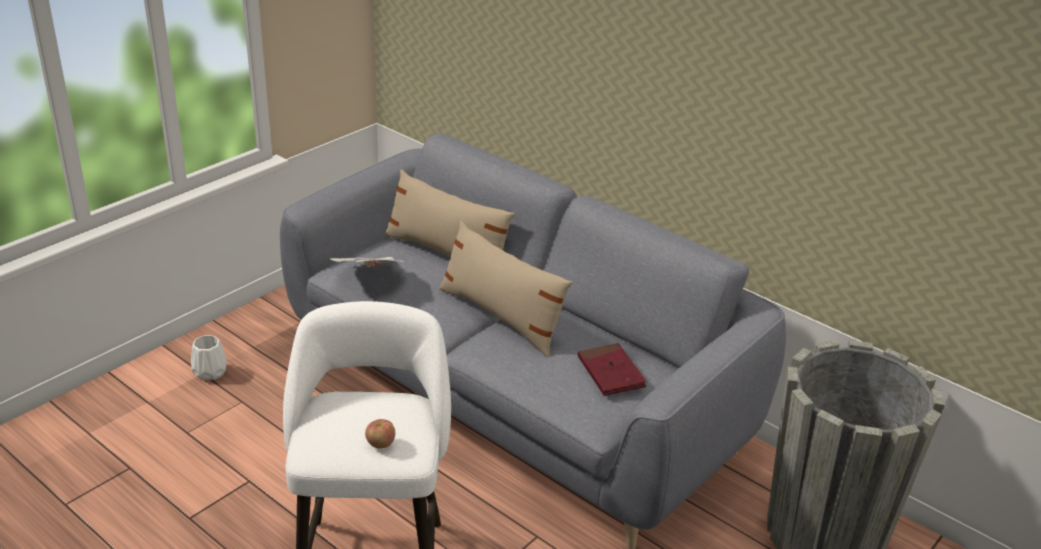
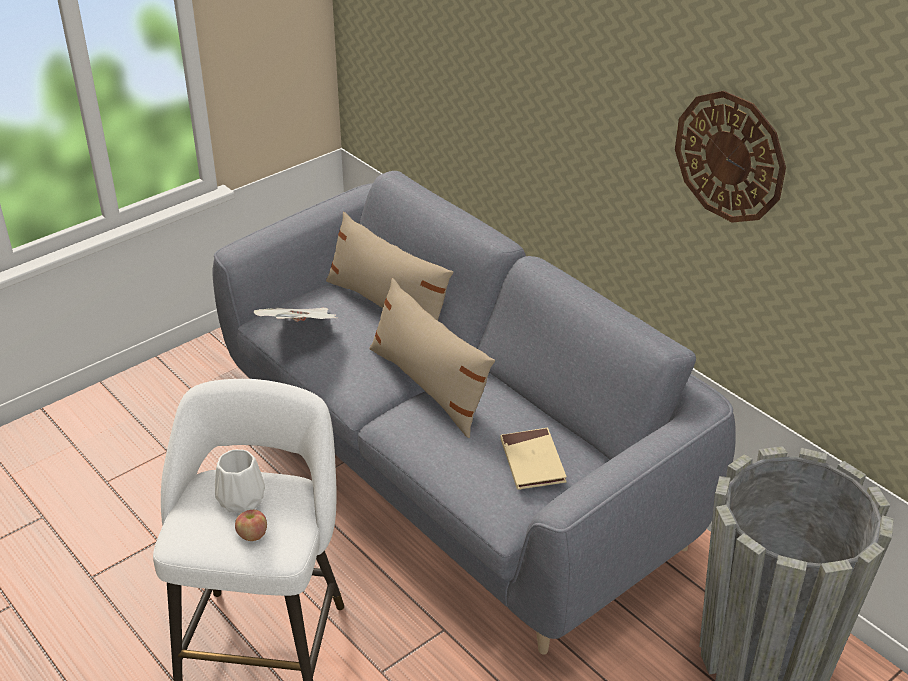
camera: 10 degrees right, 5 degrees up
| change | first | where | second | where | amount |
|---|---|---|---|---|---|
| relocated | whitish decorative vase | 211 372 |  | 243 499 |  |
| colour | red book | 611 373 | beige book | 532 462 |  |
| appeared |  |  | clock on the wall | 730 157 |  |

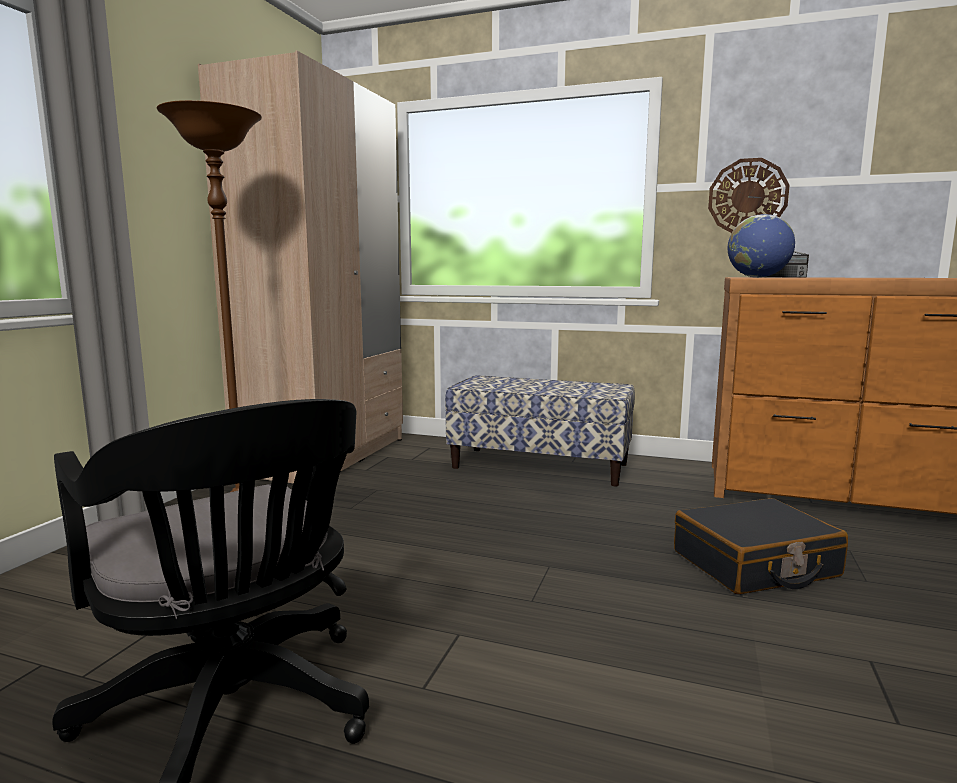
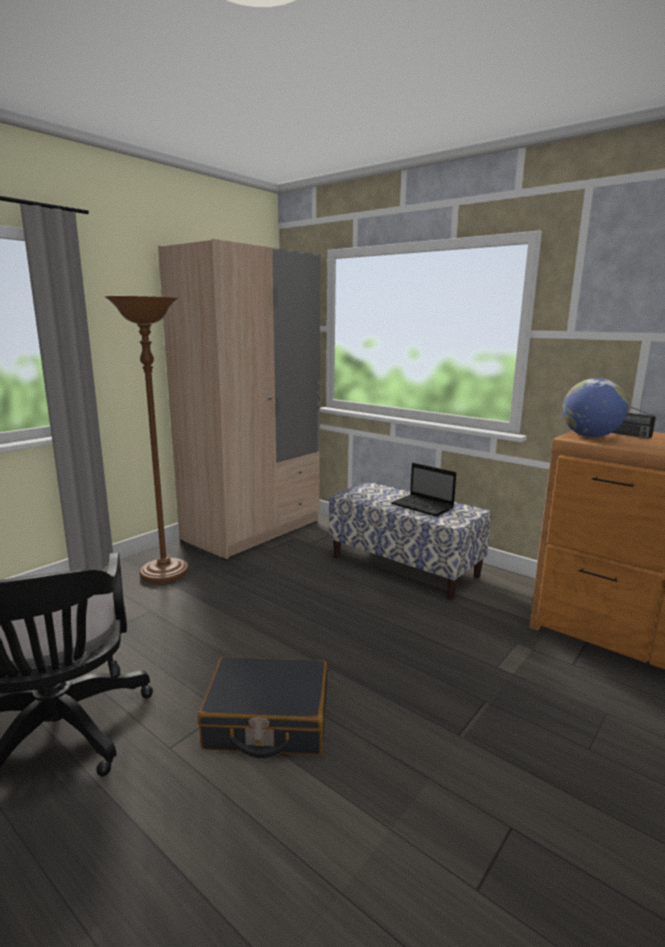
camera: 20 degrees right, 5 degrees up
| change | first | where | second | where | amount |
|---|---|---|---|---|---|
| missing | clock on the wall | 747 197 |  |  |  |
| relocated | blackish travel case | 755 564 |  | 267 721 |  |
| appeared |  |  | portable computer | 423 506 |  |

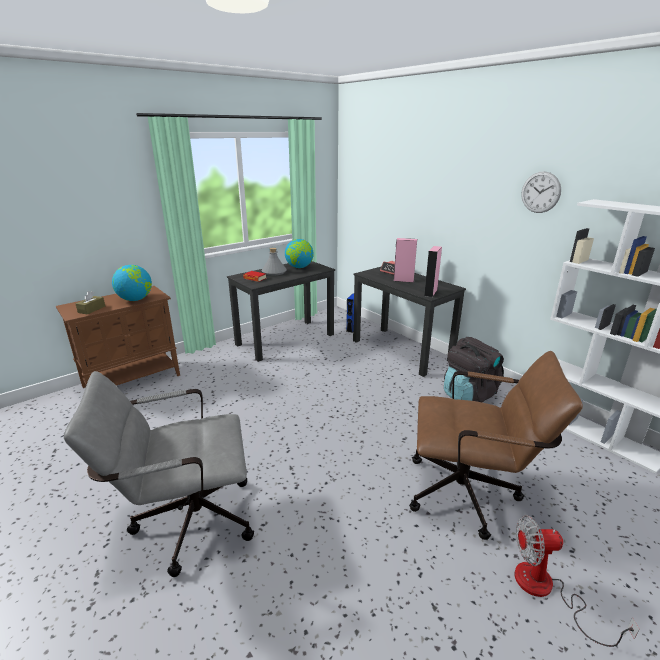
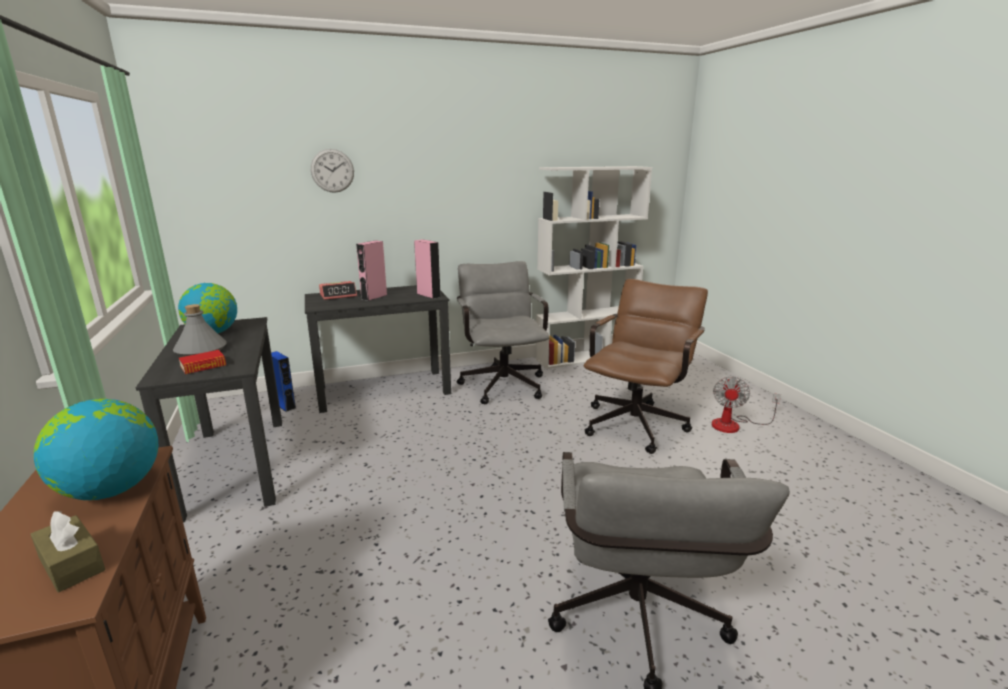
camera: 70 degrees left, 5 degrees down
| change | first | where | second | where | amount |
|---|---|---|---|---|---|
| relocated | clock on the wall | 540 192 |  | 332 170 |  |
| exchanged | blackish knapsack | 468 394 | greyish office chair | 502 382 |  |

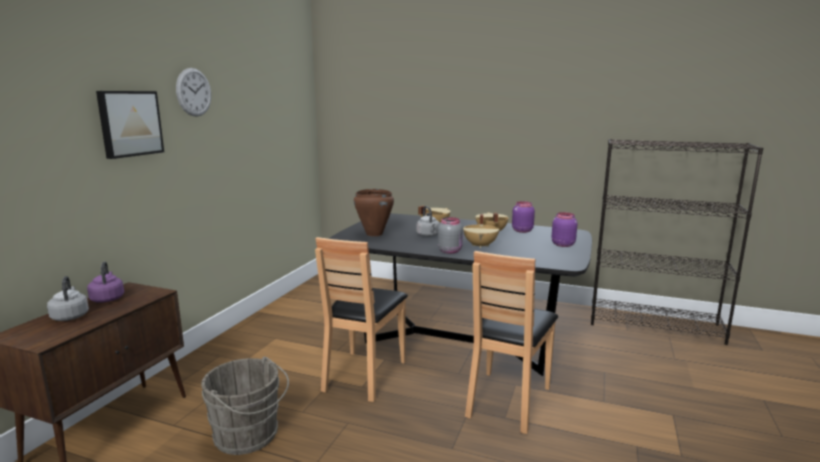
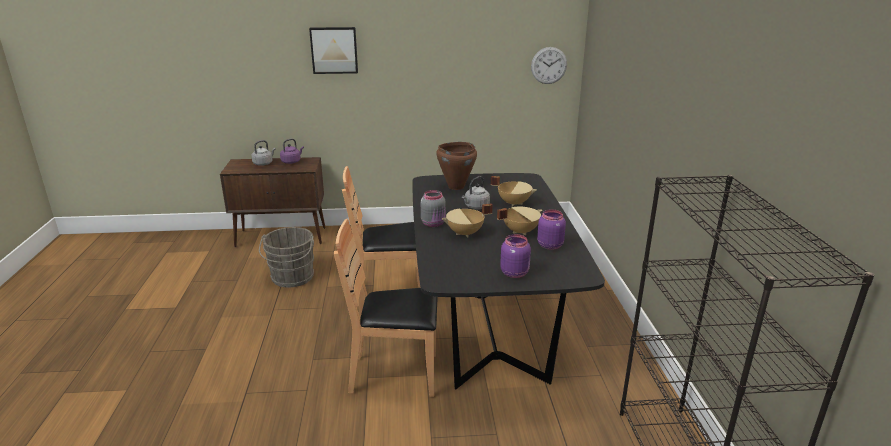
camera: 65 degrees right, 10 degrees up
| change | first | where | second | where | amount |
|---|---|---|---|---|---|
| relocated | clock on the wall | 194 92 |  | 549 65 |  |

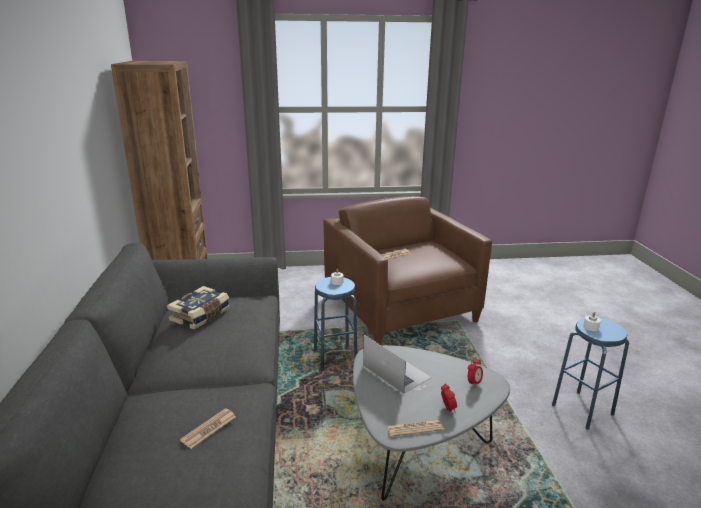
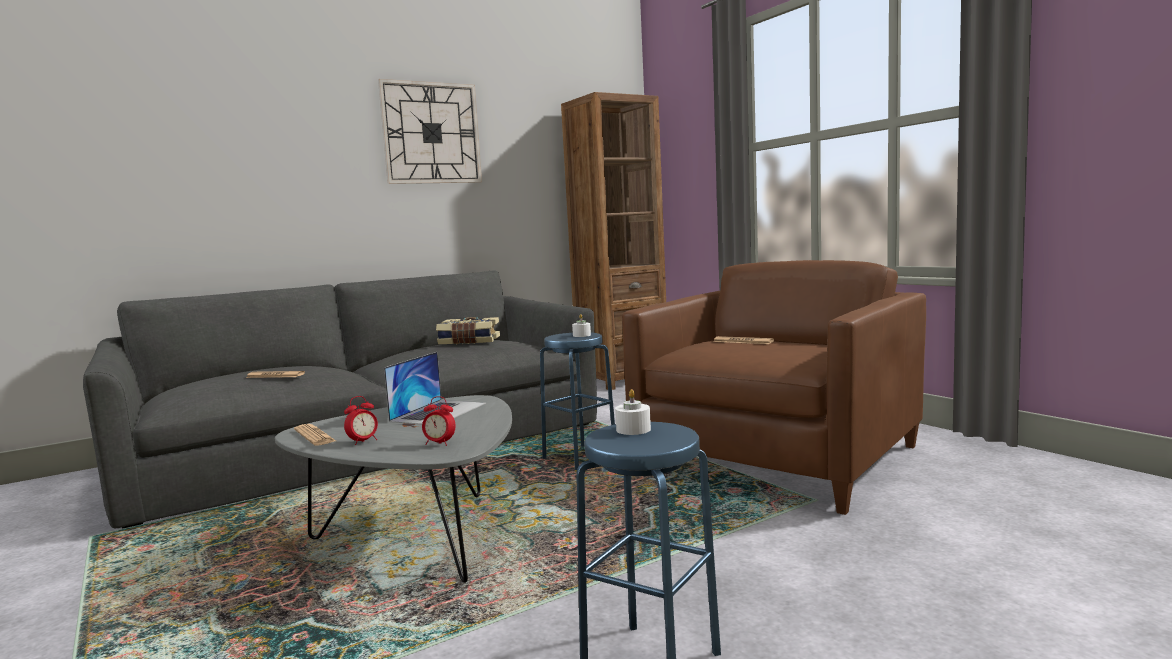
camera: 65 degrees right, 15 degrees down
| change | first | where | second | where | amount |
|---|---|---|---|---|---|
| appeared |  |  | clock on the wall | 431 133 |  |

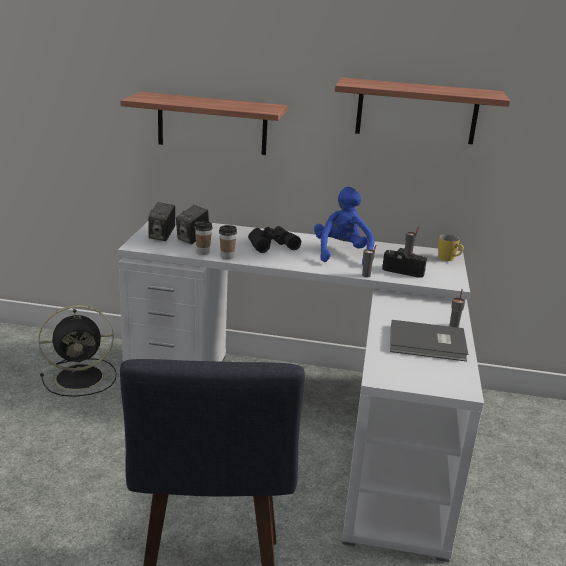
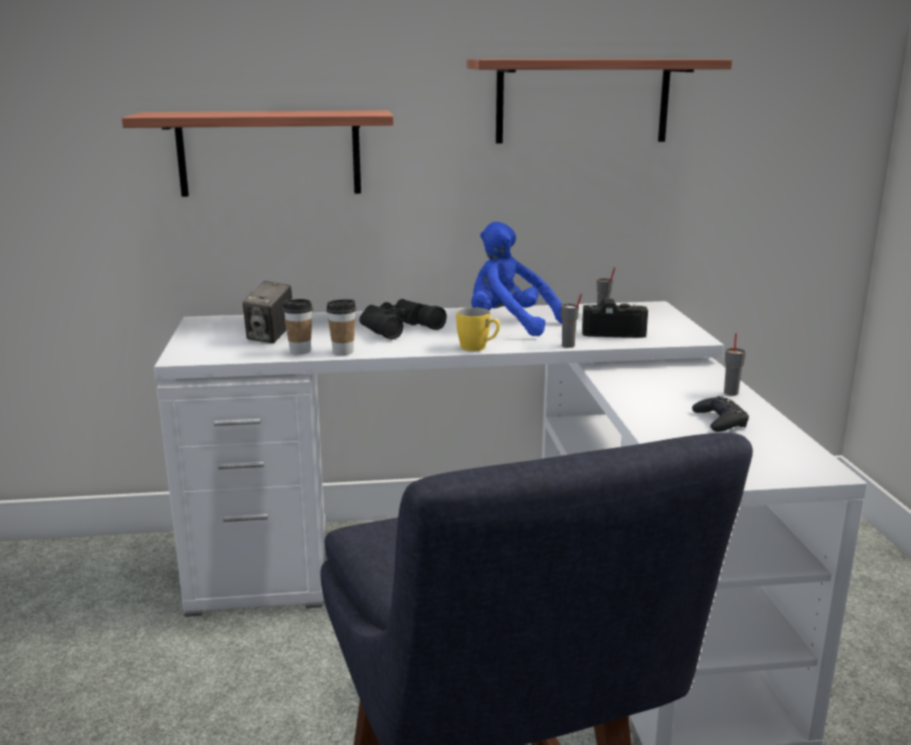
camera: 15 degrees left, 5 degrees down
| change | first | where | second | where | amount |
|---|---|---|---|---|---|
| spun | bluish soft toy | 342 254 |  | 509 325 | 45 degrees counterclockwise |
| missing | photo camera | 162 236 |  |  |  |
| relocated | yellowish coffee mug | 449 259 |  | 478 348 |  |
| missing | blackish cooling fan | 82 377 |  |  |  |
| exchanged | greyish book | 428 344 | blackish gamepad | 719 421 |  |

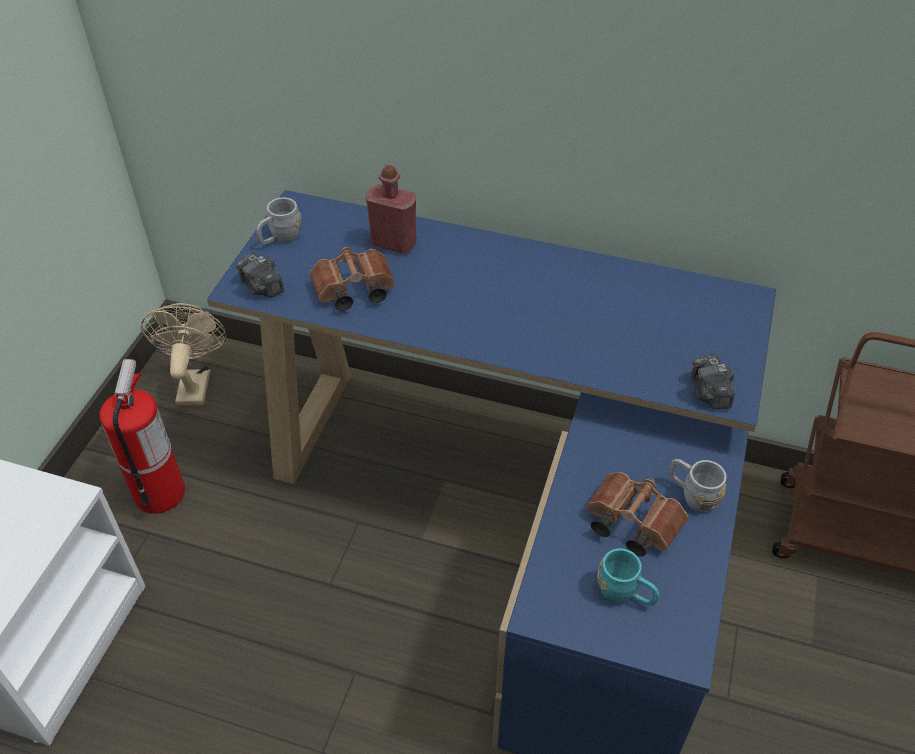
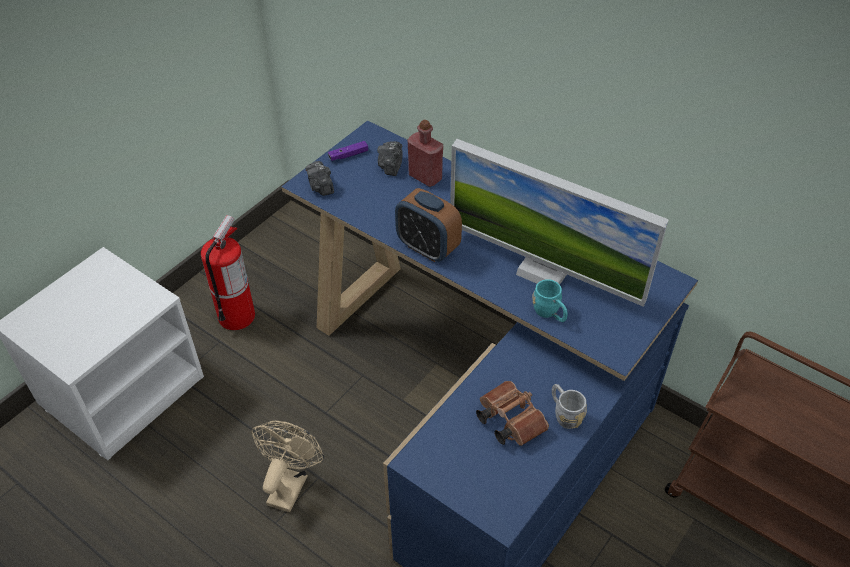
camera: 20 degrees right, 0 degrees up
| change | first | where | second | where | amount |
|---|---|---|---|---|---|
| exchanged | greyish coffee mug | 280 238 | purple gamepad | 348 155 |  |
| missing | brown-coloured pair of binoculars | 352 291 |  |  |  |
| relocated | beige cooling fan | 194 382 |  | 290 484 |  |
| relocated | photo camera | 709 393 |  | 391 166 |  |
| relocated | turquoise-coloured coffee mug | 625 594 |  | 549 314 |  |
| appeared |  |  | computer screen | 544 271 |  |
| appeared |  |  | table clock | 427 248 |  |

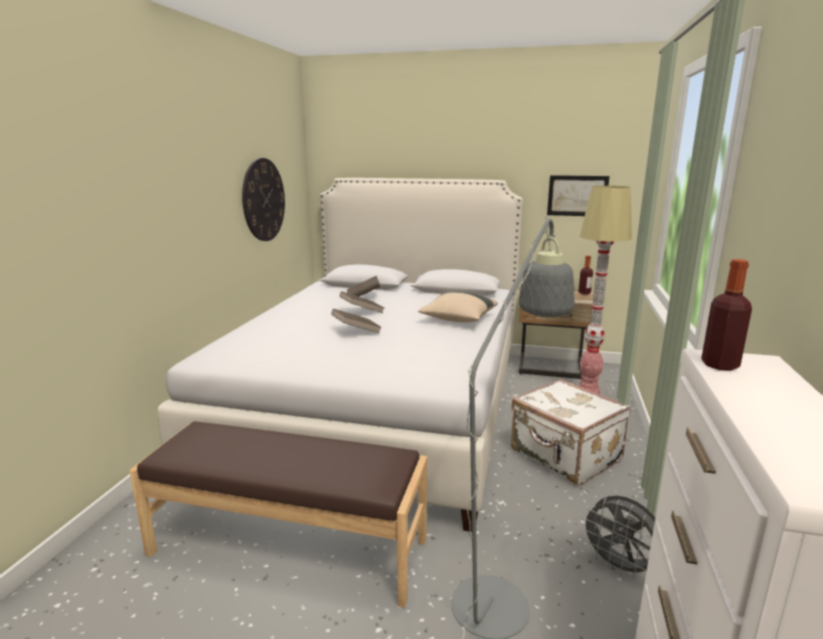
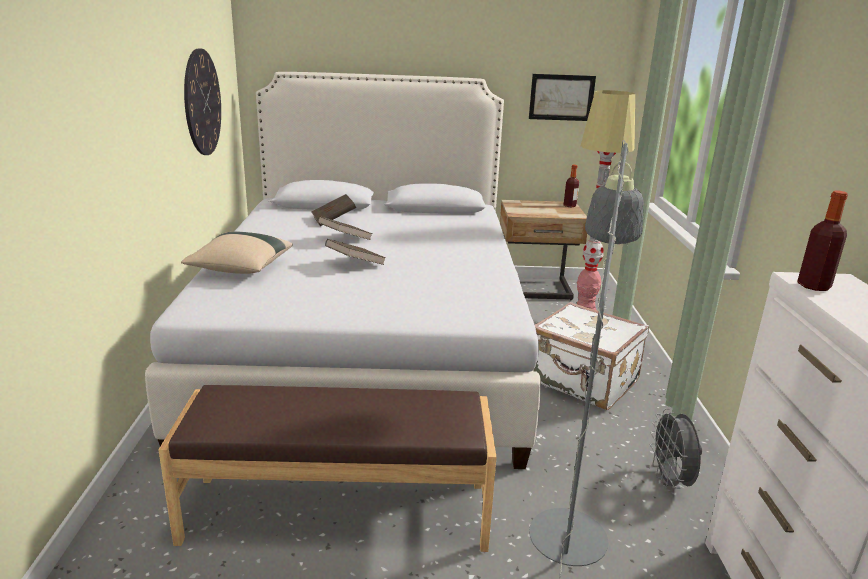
camera: 15 degrees left, 5 degrees up
| change | first | where | second | where | amount |
|---|---|---|---|---|---|
| relocated | beige throw pillow | 458 319 |  | 240 269 |  |
| spun | greyish cooling fan | 619 566 |  | 670 482 | 60 degrees clockwise |

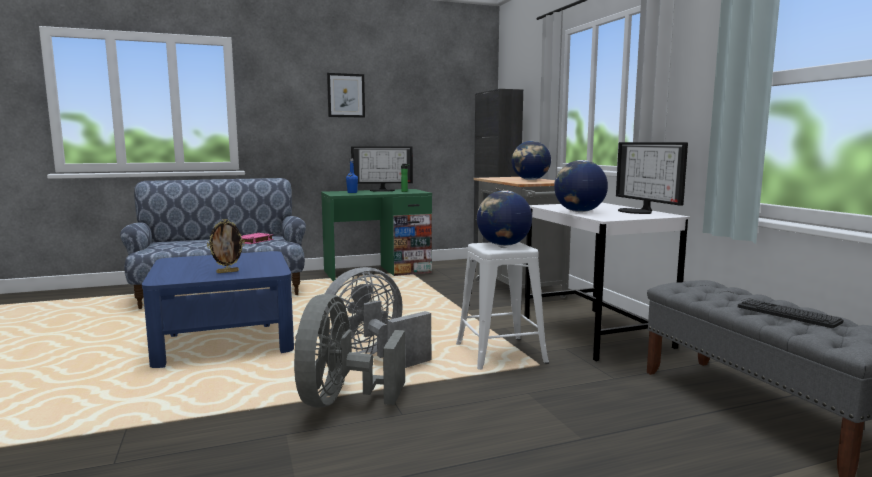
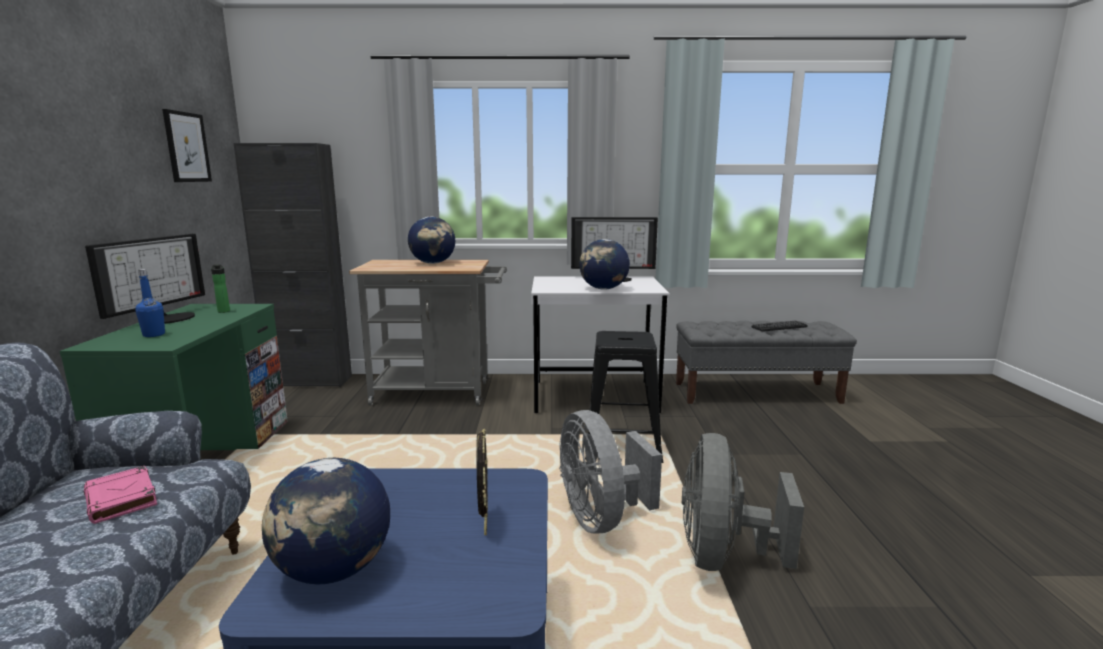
camera: 70 degrees left, 5 degrees up
| change | first | where | second | where | amount |
|---|---|---|---|---|---|
| relocated | wall picture | 346 95 |  | 187 147 |  |
| relocated | globe | 503 245 |  | 333 570 |  |
| colour | whitish sitting stool | 500 353 | blackish sitting stool | 622 445 |  |
| spun | greyish cooling fan | 341 400 |  | 723 556 | 75 degrees clockwise |

